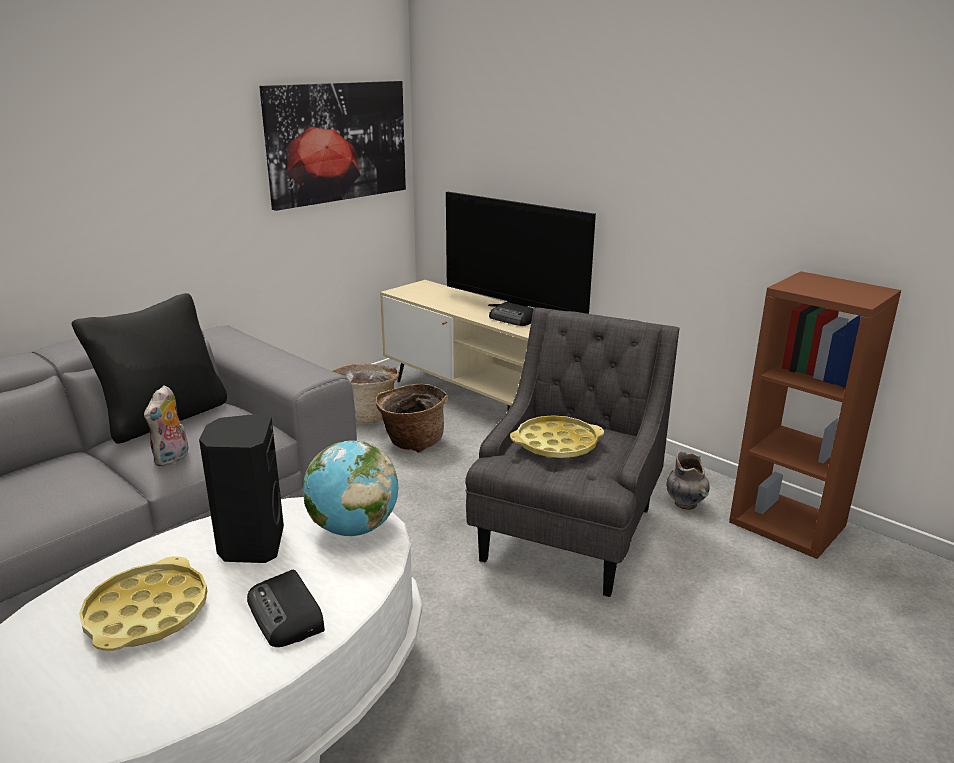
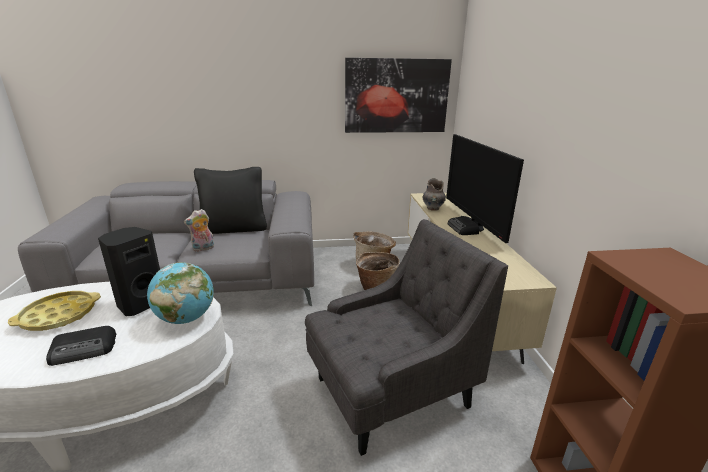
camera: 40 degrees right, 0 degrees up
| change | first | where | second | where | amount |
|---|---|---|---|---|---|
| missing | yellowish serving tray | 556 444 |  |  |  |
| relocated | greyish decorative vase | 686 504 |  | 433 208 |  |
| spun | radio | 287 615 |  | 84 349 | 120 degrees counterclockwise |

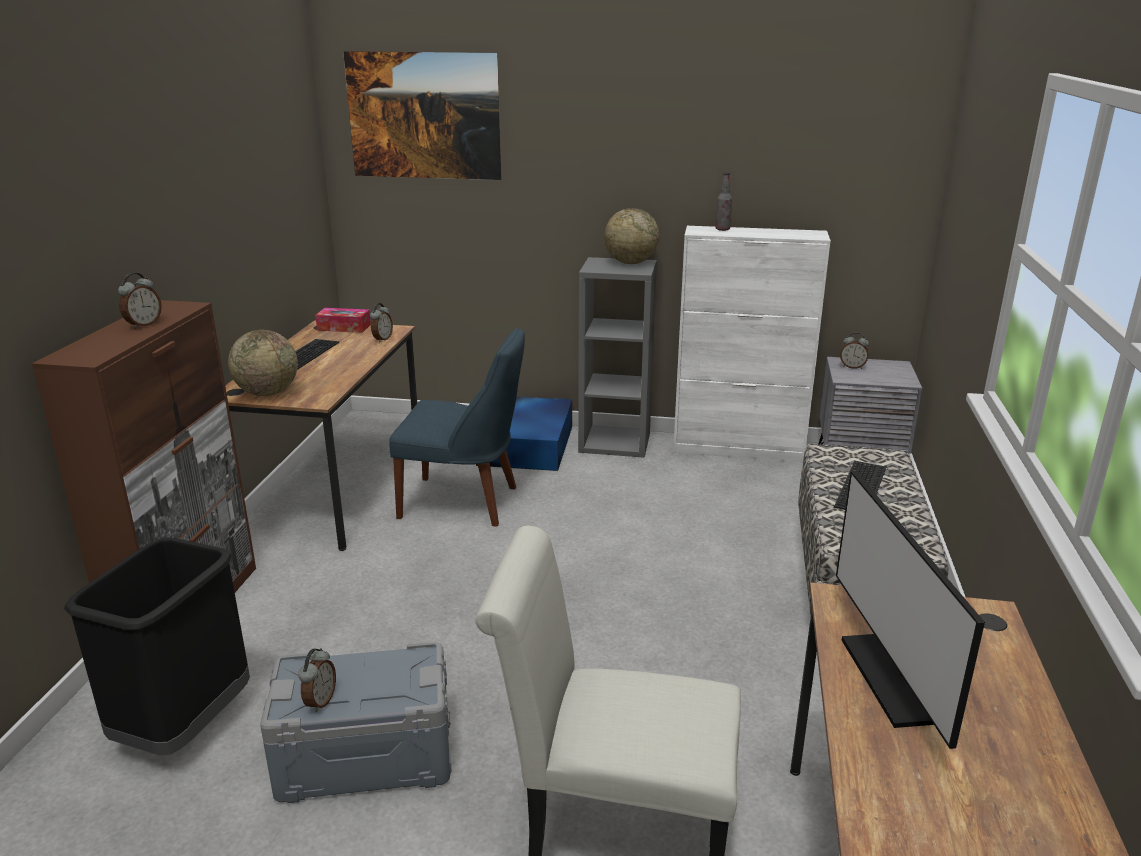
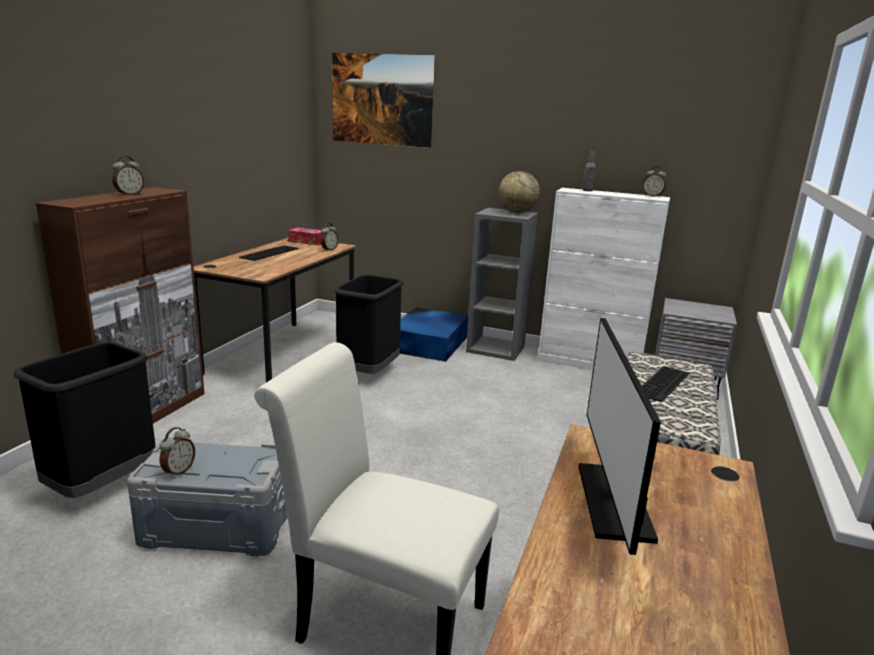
camera: 10 degrees right, 5 degrees down
| change | first | where | second | where | amount |
|---|---|---|---|---|---|
| exchanged | bluish plain chair | 464 502 | blackish trash can | 369 372 |  |
| missing | globe | 267 393 |  |  |  |
| relocated | table clock | 852 367 |  | 652 196 |  |

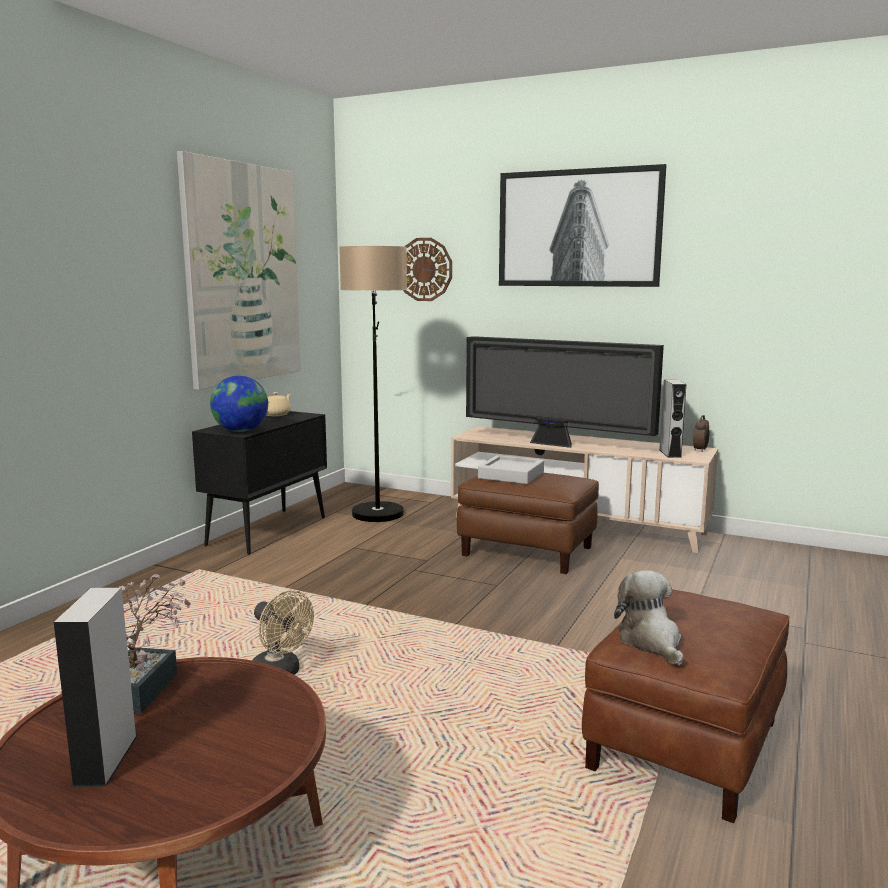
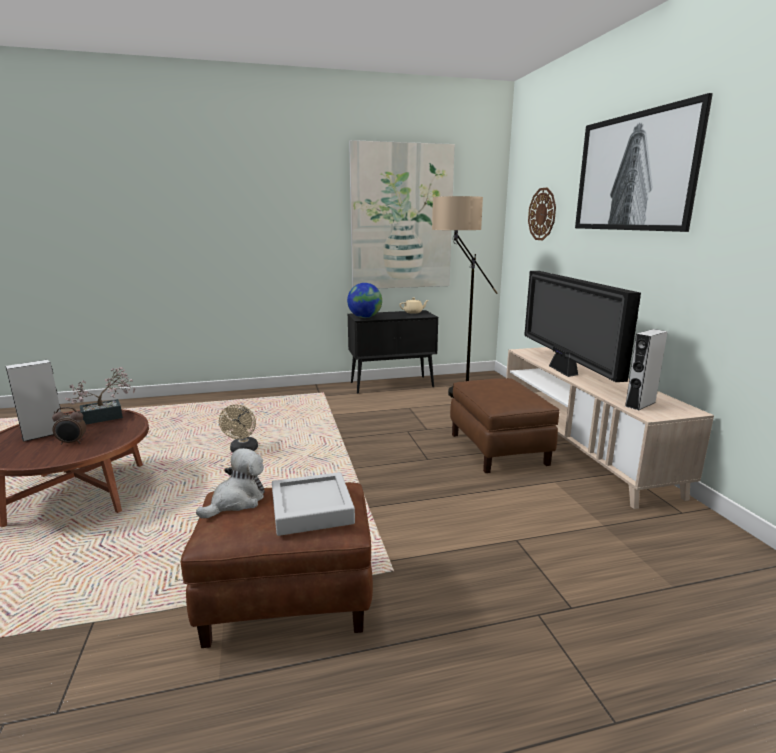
camera: 50 degrees right, 5 degrees up
| change | first | where | second | where | amount |
|---|---|---|---|---|---|
| relocated | table clock | 700 450 |  | 72 443 |  |
| relocated | greyish serving tray | 511 475 |  | 312 509 |  |

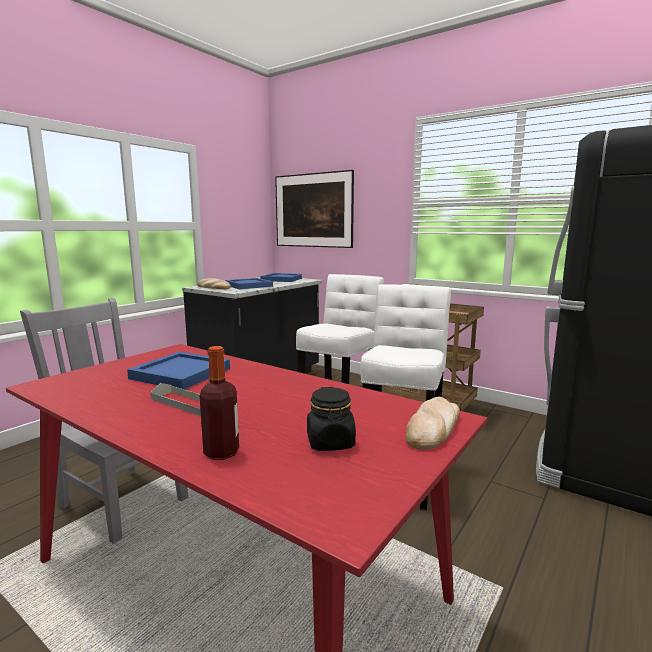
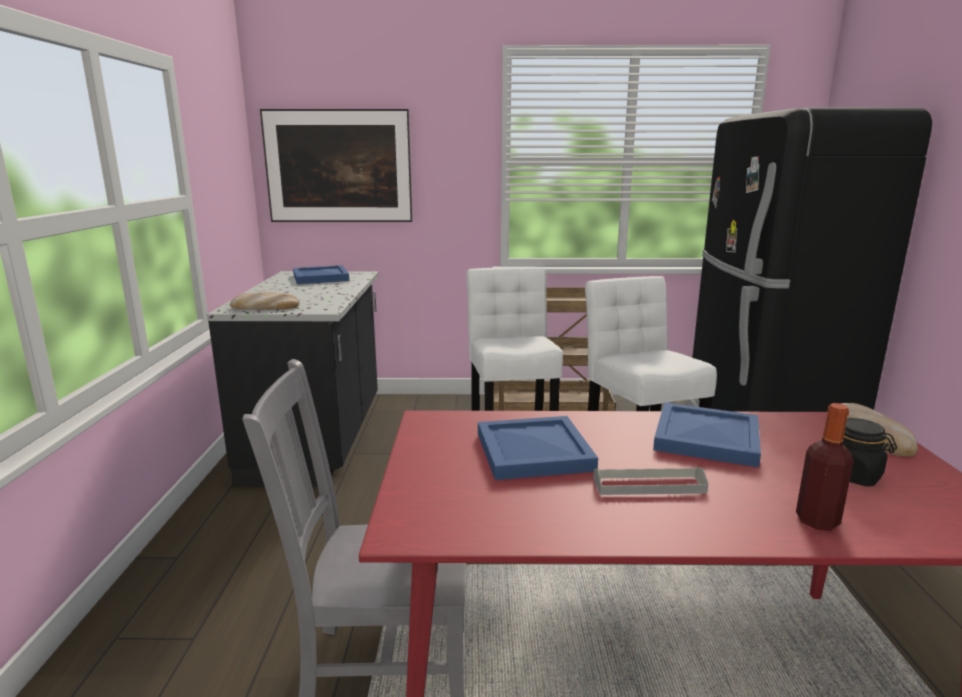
camera: 35 degrees left, 5 degrees up
| change | first | where | second | where | amount |
|---|---|---|---|---|---|
| relocated | bluish serving tray | 248 285 |  | 705 438 |  |

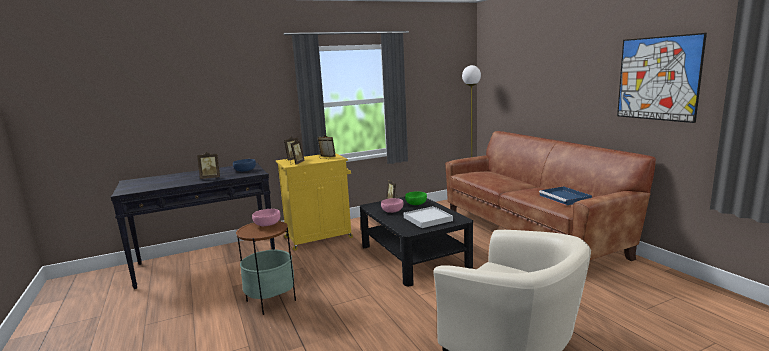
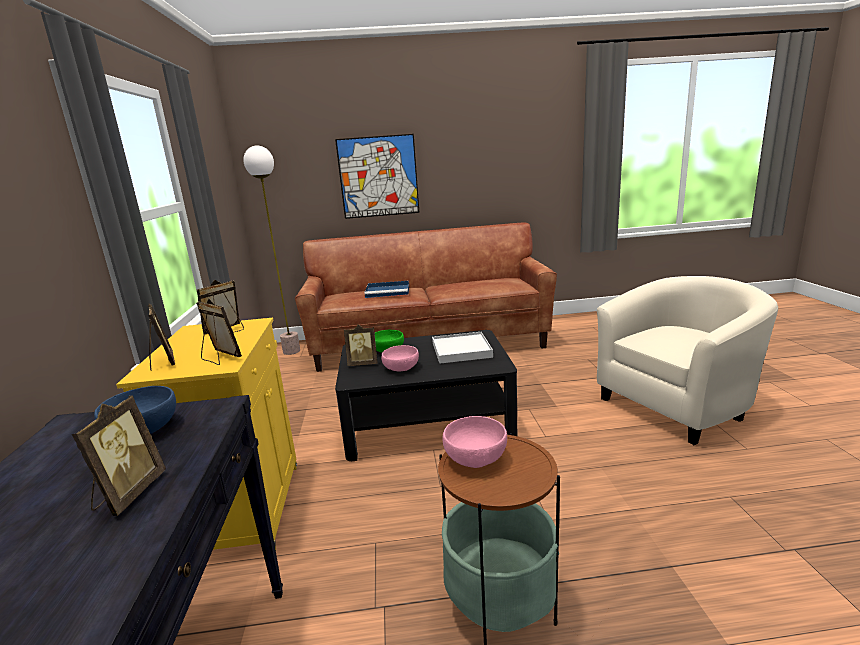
camera: 70 degrees left, 5 degrees up
| change | first | where | second | where | amount |
|---|---|---|---|---|---|
| relocated | wall picture | 657 78 |  | 378 177 |  |
| relocated | bluish serving tray | 565 198 |  | 388 291 |  |

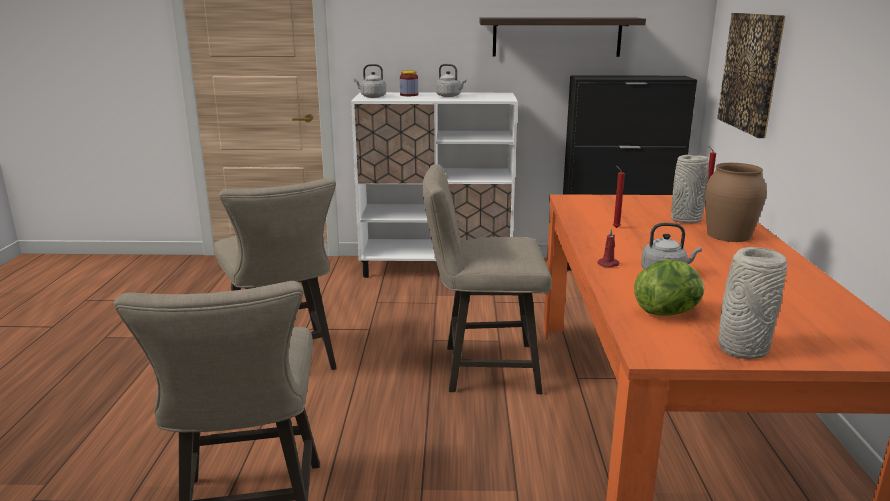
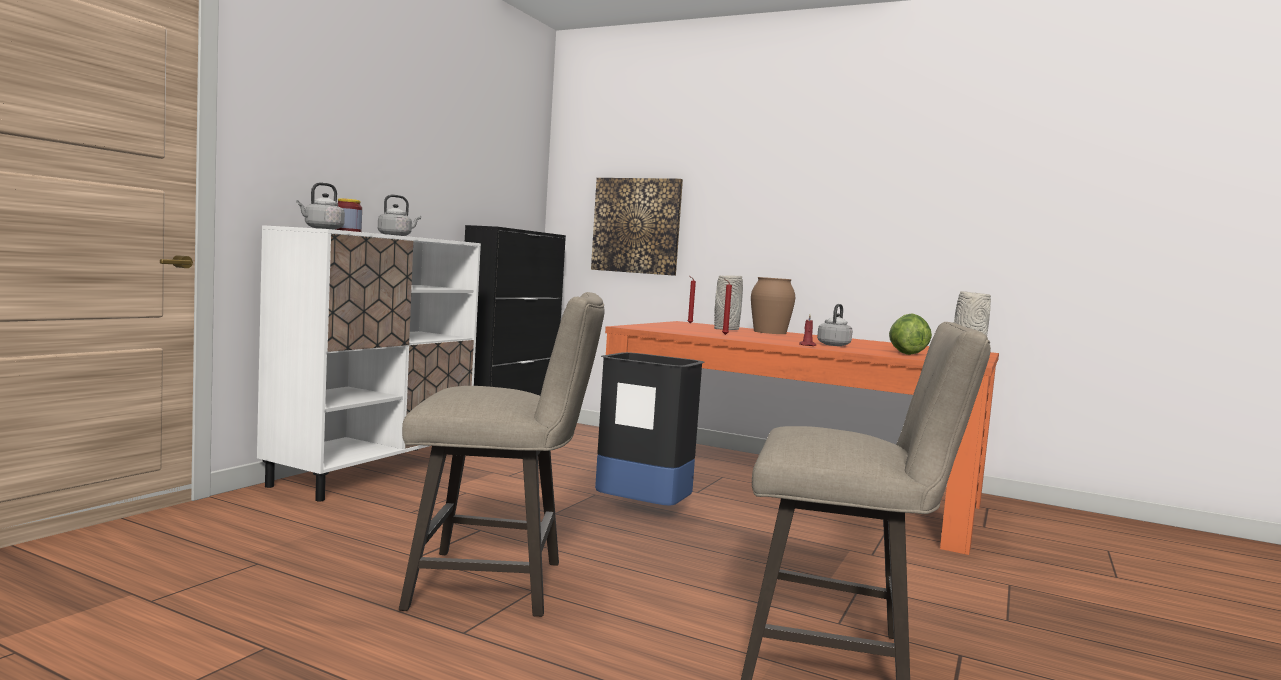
camera: 65 degrees left, 15 degrees down
| change | first | where | second | where | amount |
|---|---|---|---|---|---|
| missing | bracket shelf | 556 37 |  |  |  |
| exchanged | beige sitting stool | 482 368 | blackish trash can | 642 512 |  |

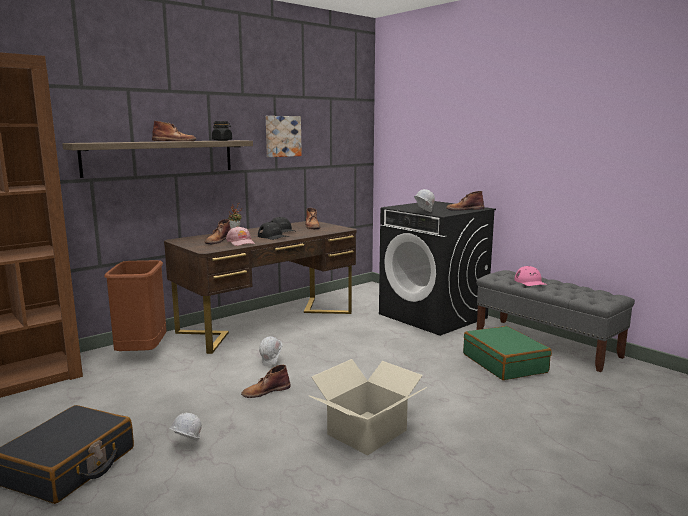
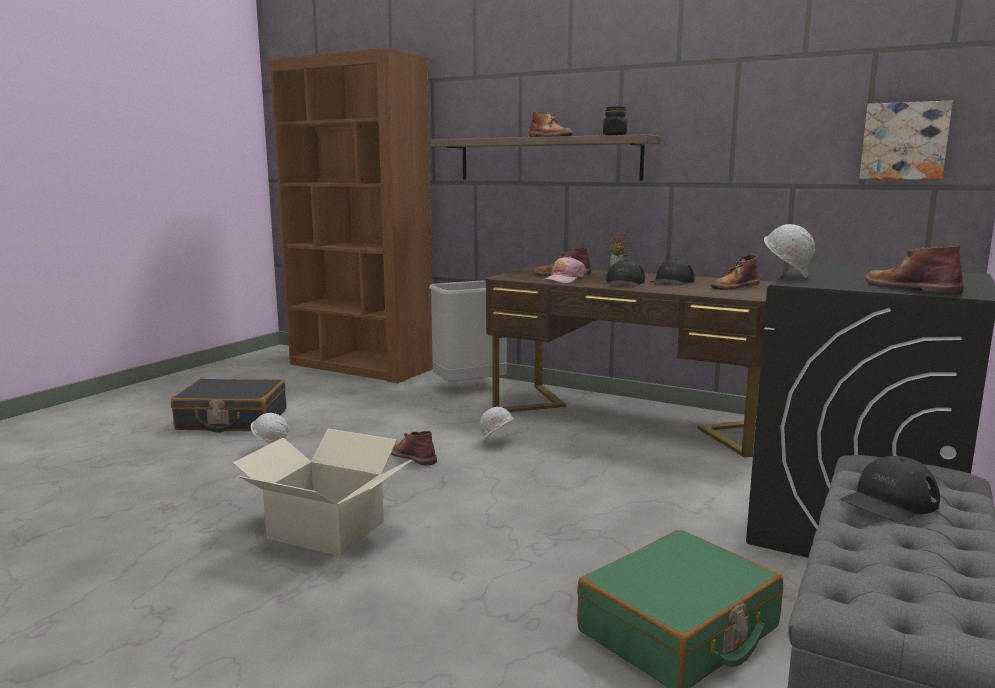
camera: 70 degrees right, 0 degrees up
| change | first | where | second | where | amount |
|---|---|---|---|---|---|
| relocated | wall picture | 282 136 |  | 904 141 |  |
| colour | brown-coloured trash can | 143 352 | greyish trash can | 469 388 |  |
| colour | pinkish cap | 530 282 | blackish cap | 889 502 |  |

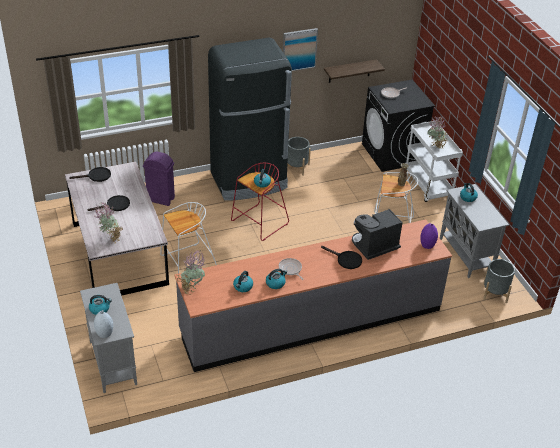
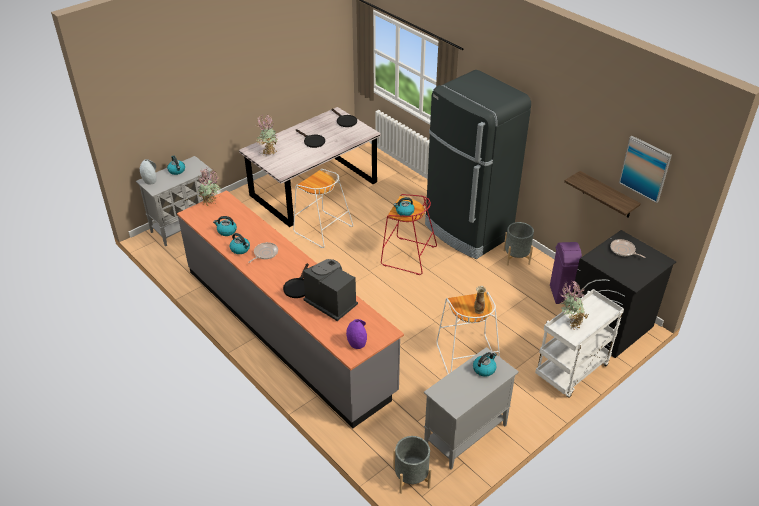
camera: 70 degrees right, 0 degrees up
| change | first | where | second | where | amount |
|---|---|---|---|---|---|
| relocated | wall picture | 299 49 |  | 645 168 |  |
| relocated | purple trash can | 160 199 |  | 561 294 |  |

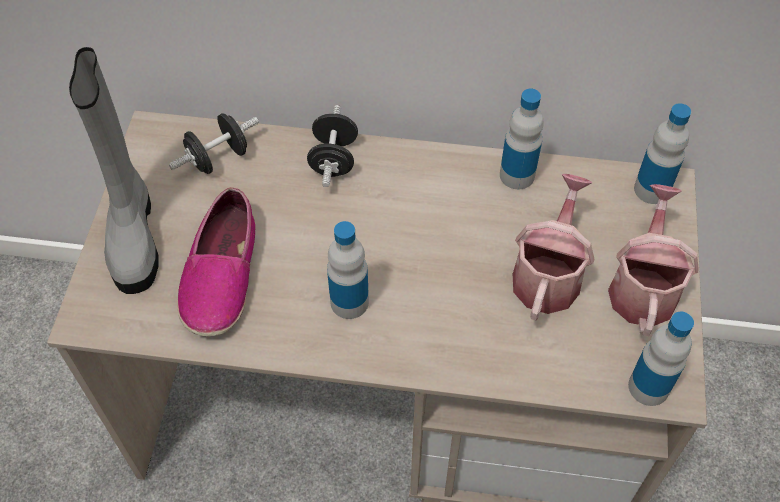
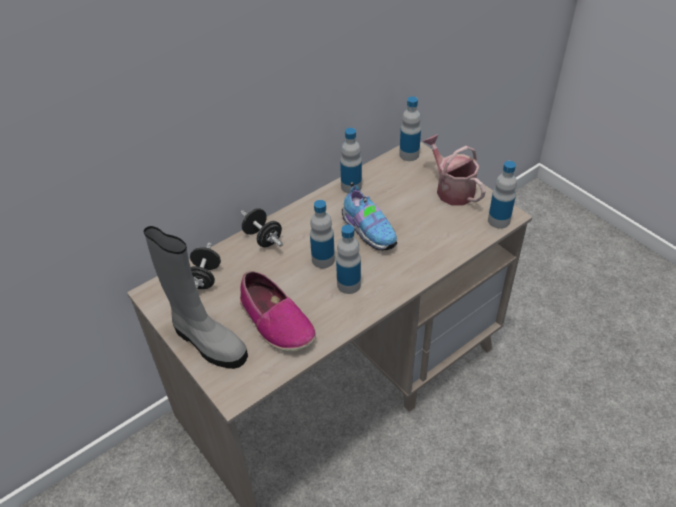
camera: 45 degrees left, 10 degrees down
| change | first | where | second | where | amount |
|---|---|---|---|---|---|
| missing | watering pot | 548 274 |  |  |  |
| appeared |  |  | item of footwear | 368 231 |  |
| appeared |  |  | bottle | 323 259 |  |

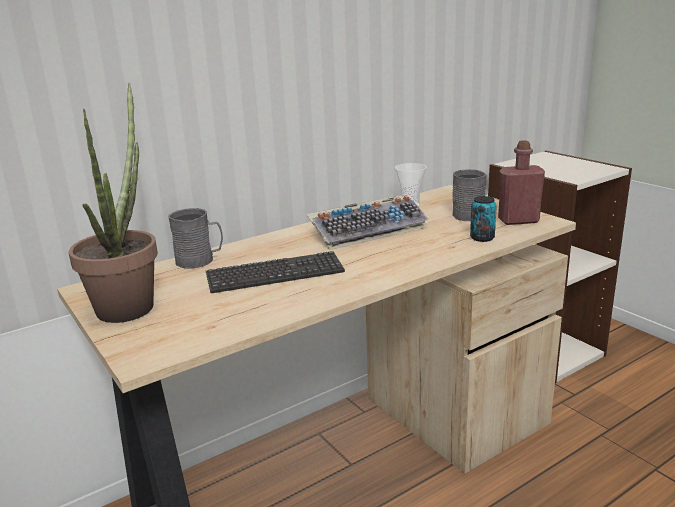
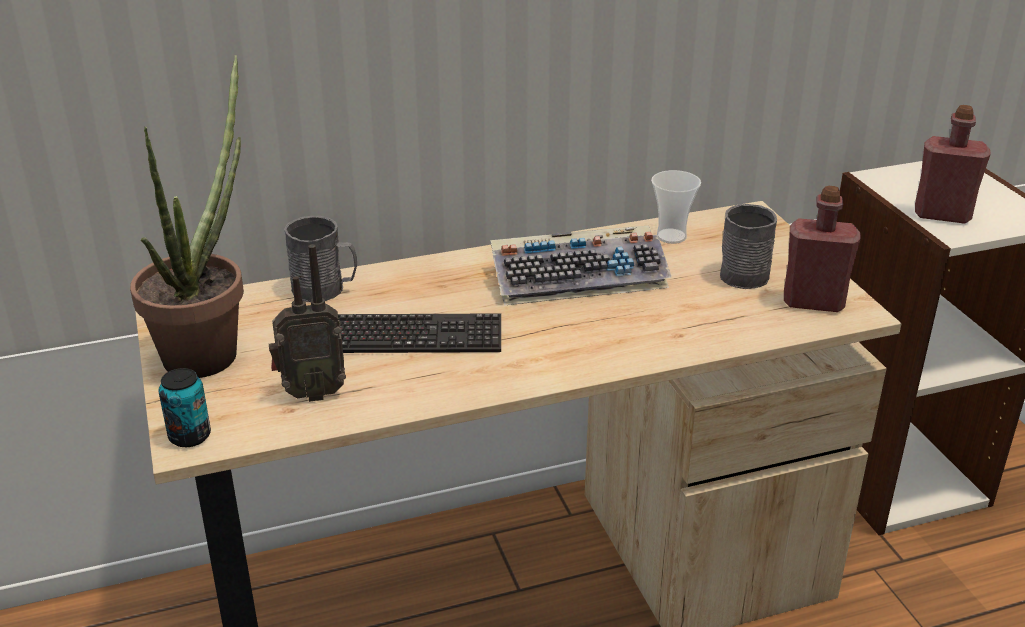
camera: 15 degrees right, 10 degrees up
| change | first | where | second | where | amount |
|---|---|---|---|---|---|
| relocated | sealed can | 482 238 |  | 190 436 |  |
| appeared |  |  | red bottle | 942 214 |  |
| appeared |  |  | radio | 311 393 |  |

